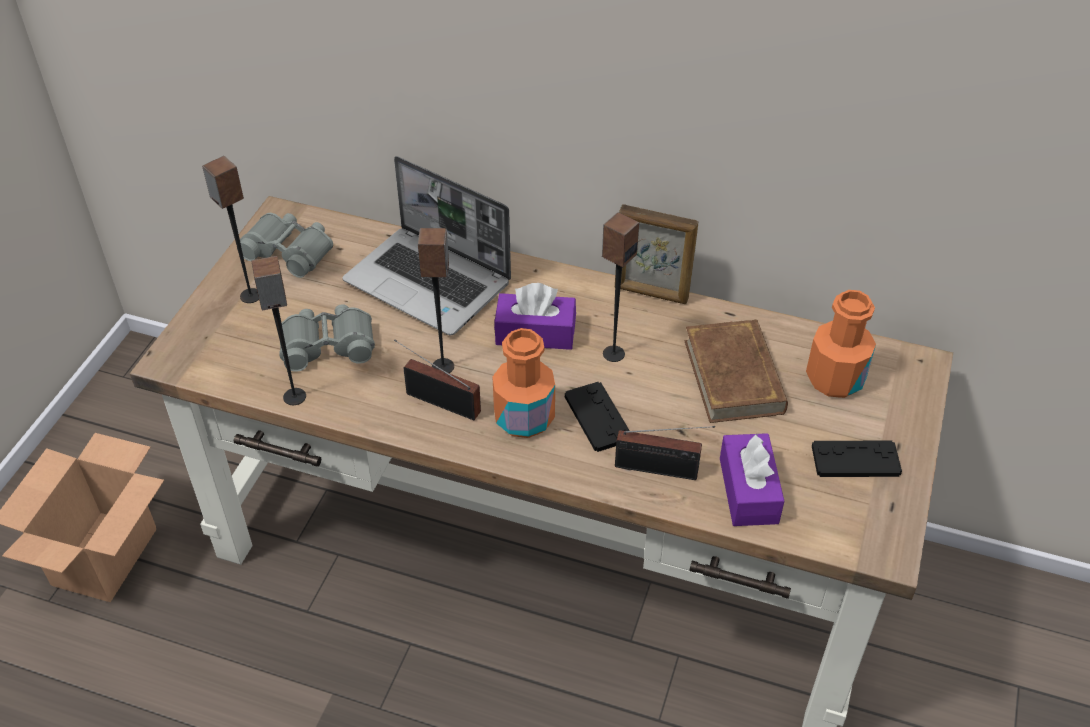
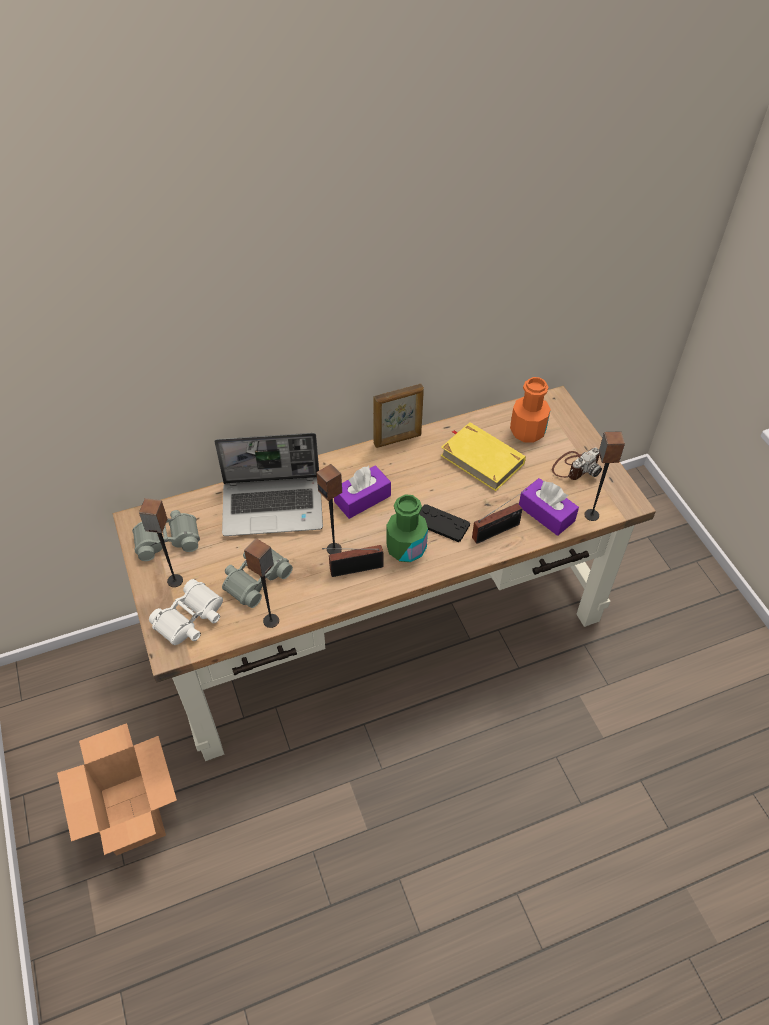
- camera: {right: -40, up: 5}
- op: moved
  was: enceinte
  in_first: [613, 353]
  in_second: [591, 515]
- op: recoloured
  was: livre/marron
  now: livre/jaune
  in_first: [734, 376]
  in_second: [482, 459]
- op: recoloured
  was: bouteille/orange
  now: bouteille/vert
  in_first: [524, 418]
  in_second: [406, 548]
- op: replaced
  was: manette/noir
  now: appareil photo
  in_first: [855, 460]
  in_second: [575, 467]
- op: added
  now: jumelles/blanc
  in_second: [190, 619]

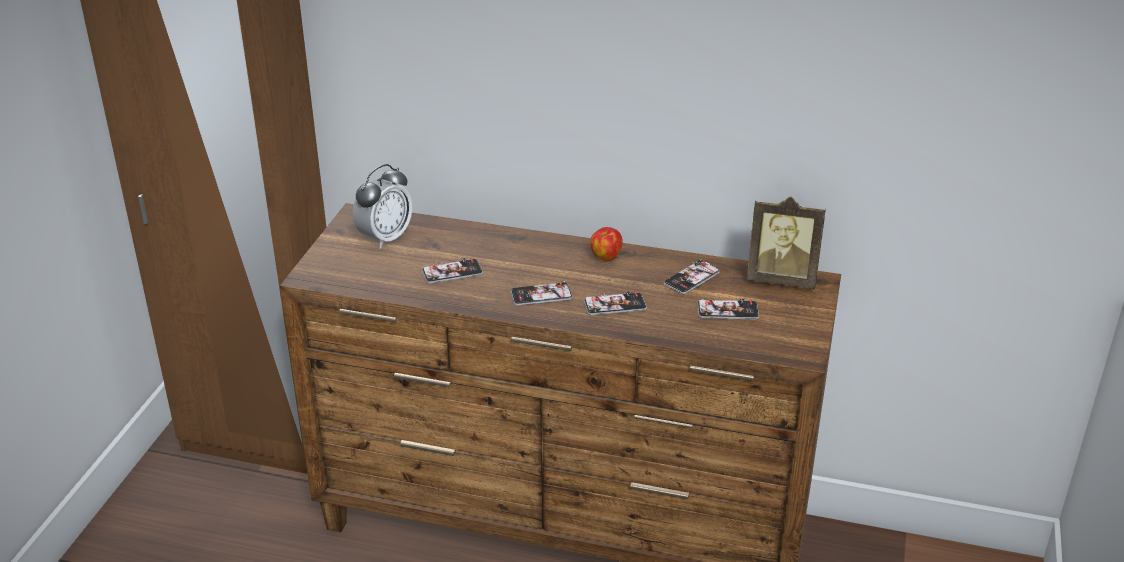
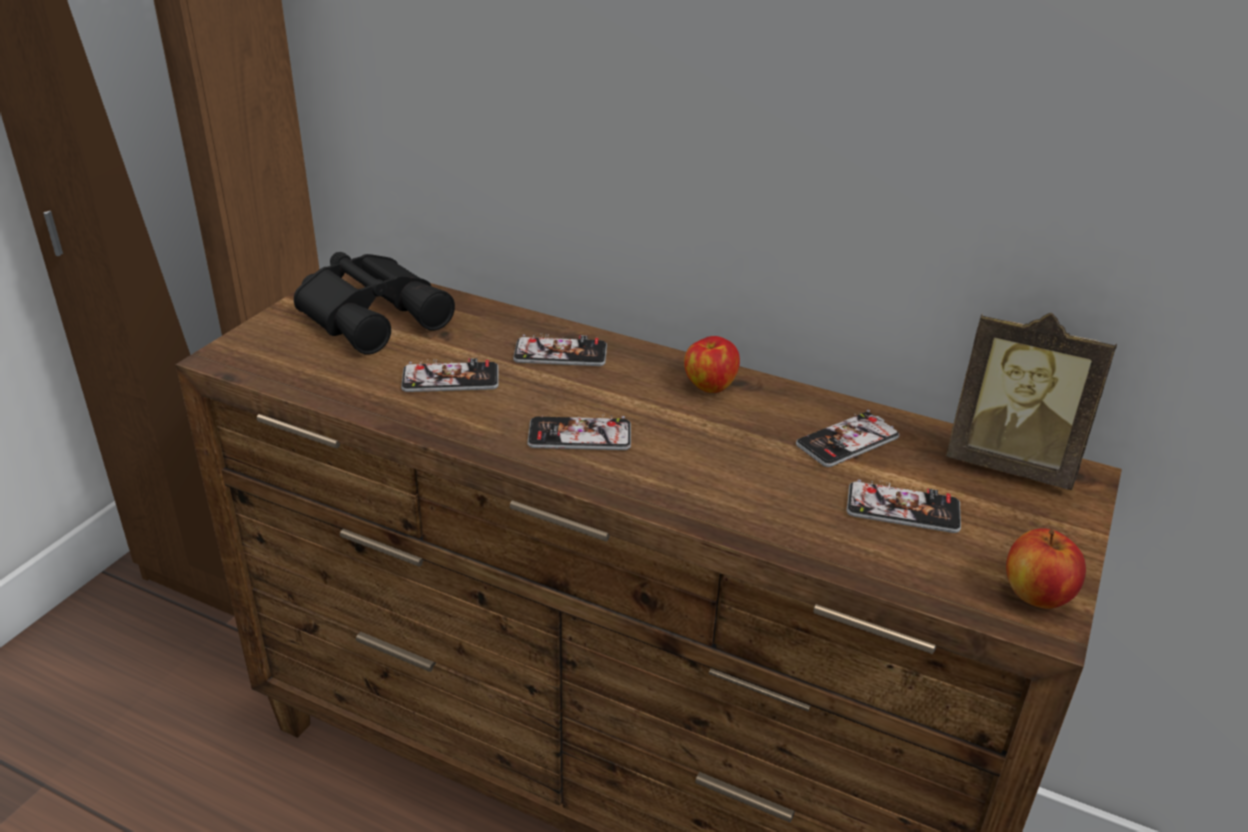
- camera: {right: 10, up: 0}
- op: replaced
  was: réveil
  now: jumelles/noir
  in_first: [385, 238]
  in_second: [374, 314]
- op: moved
  was: téléphone
  in_first: [615, 305]
  in_second: [560, 353]
- op: added
  now: pomme
  in_second: [1036, 595]

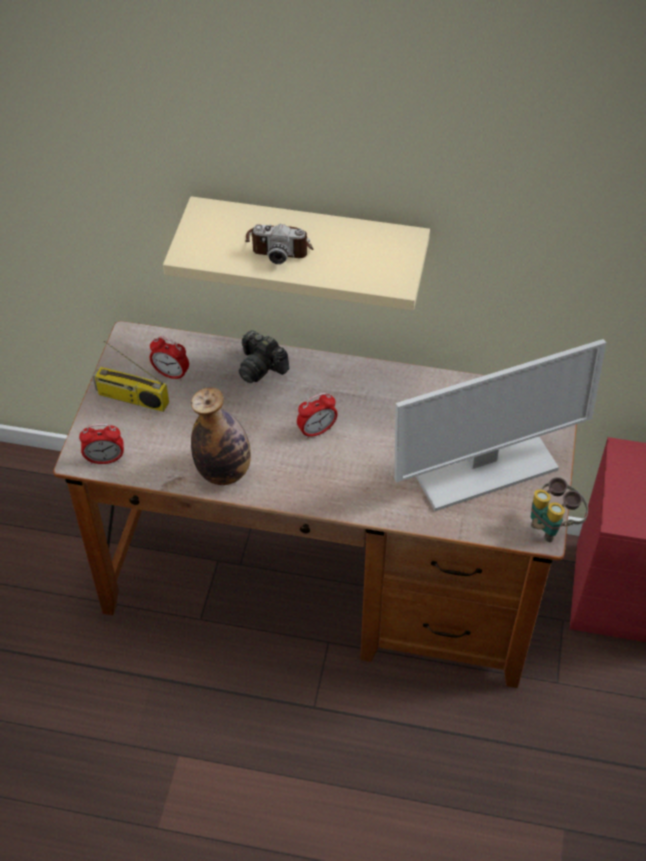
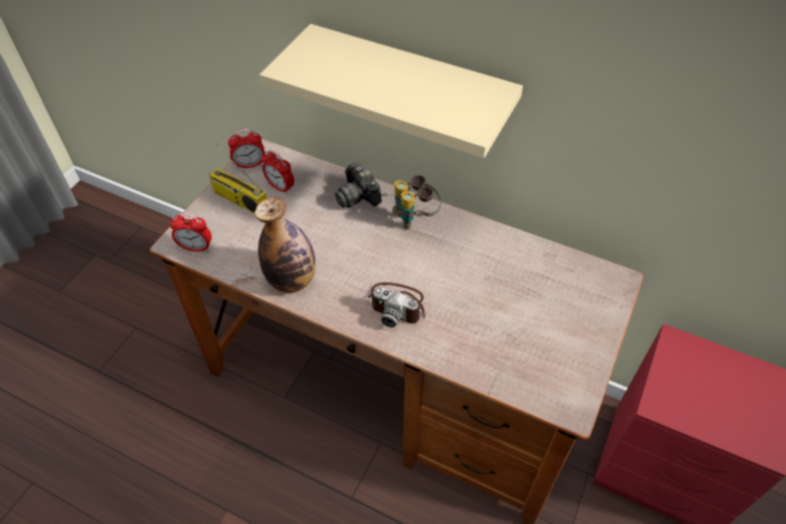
- camera: {right: 15, up: 0}
- op: moved
  was: appareil photo
  in_first: [279, 245]
  in_second: [398, 305]
- op: removed
  was: écran d'ordinateur
  in_first: [481, 467]
- op: moved
  was: réveil
  in_first: [317, 431]
  in_second: [250, 165]
- op: moved
  was: jumelles
  in_first: [552, 525]
  in_second: [415, 217]

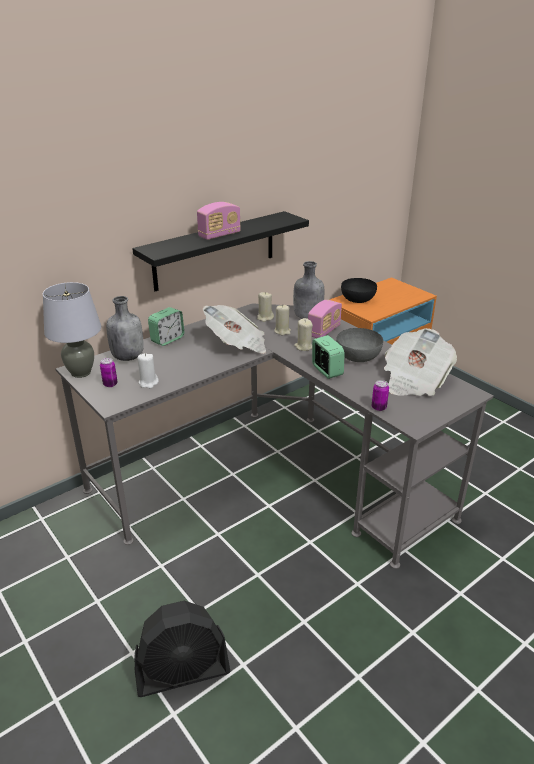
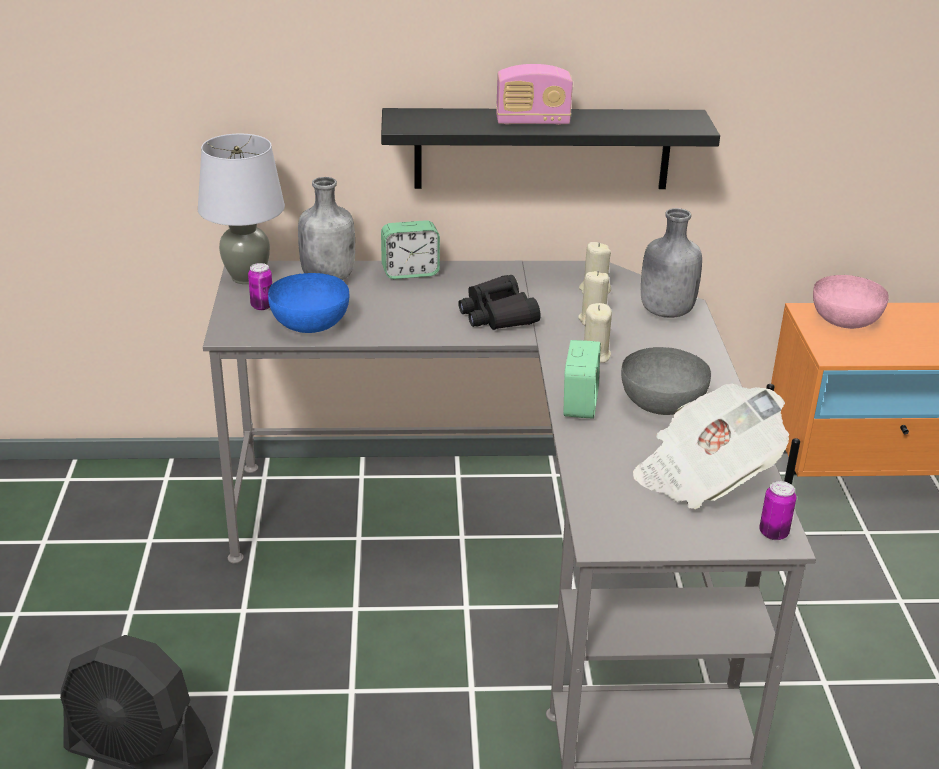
- camera: {right: 35, up: 0}
- op: recoloured
  was: bol/noir
  now: bol/rose
  in_first: [358, 299]
  in_second: [845, 320]
- op: removed
  was: radio
  in_first: [324, 331]
- op: replaced
  was: journal
  now: jumelles/noir
  in_first: [237, 344]
  in_second: [497, 314]
- op: replaced
  was: bougie/blanc
  now: bol/bleu
  in_first: [148, 383]
  in_second: [310, 322]
- op: moved
  was: boîte métallique
  in_first: [378, 408]
  in_second: [773, 533]

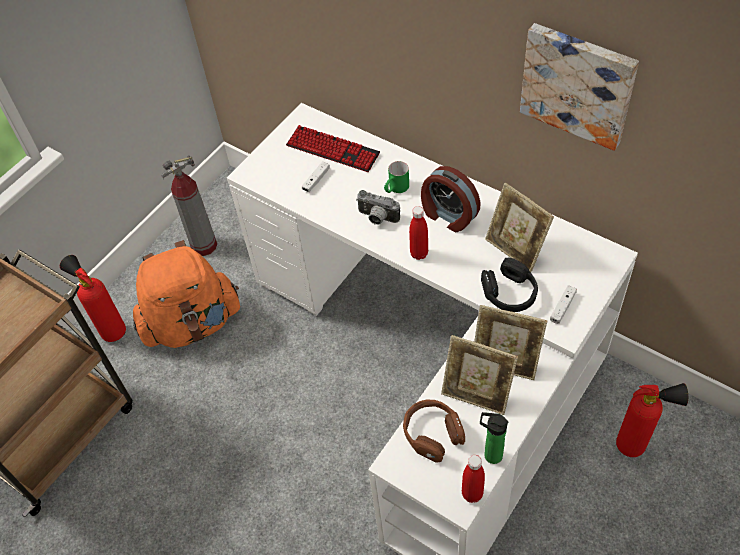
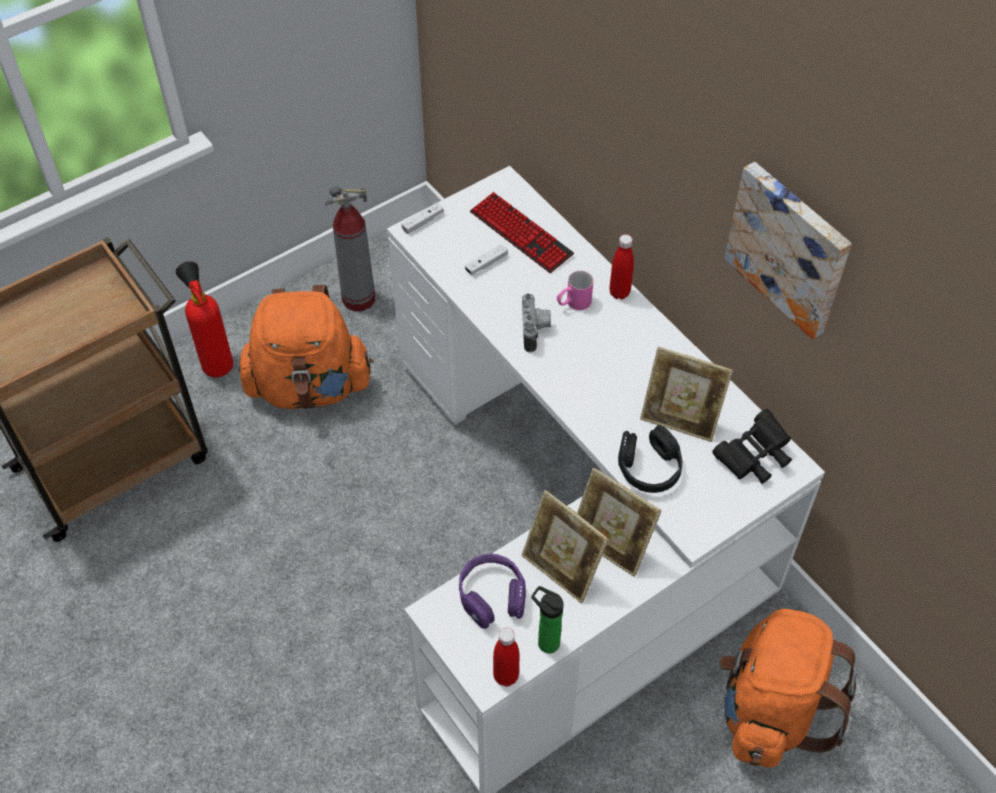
- camera: {right: 15, up: 0}
- op: recoloured
  was: mug/vert
  now: mug/rose
  in_first: [396, 189]
  in_second: [573, 303]
- op: removed
  was: réveil
  in_first: [448, 216]
- op: turned
  was: cadre photo
  in_first: [515, 249]
  in_second: [680, 420]
  clockwise: -45
- op: turned
  was: appareil photo
  in_first: [377, 218]
  in_second: [536, 331]
  clockwise: -135
- op: moved
  was: bouteille/rouge
  in_first: [419, 253]
  in_second: [619, 293]
- op: moved
  was: manette/blanc
  in_first: [562, 307]
  in_second: [422, 222]
- op: replaced
  was: extincteur
  now: sac à dos/orange
  in_first: [637, 445]
  in_second: [770, 710]
- op: recoloured
  was: casque audio/marron
  now: casque audio/violet
  in_first: [432, 434]
  in_second: [492, 596]
- op: added
  now: jumelles/noir
  in_second: [754, 458]

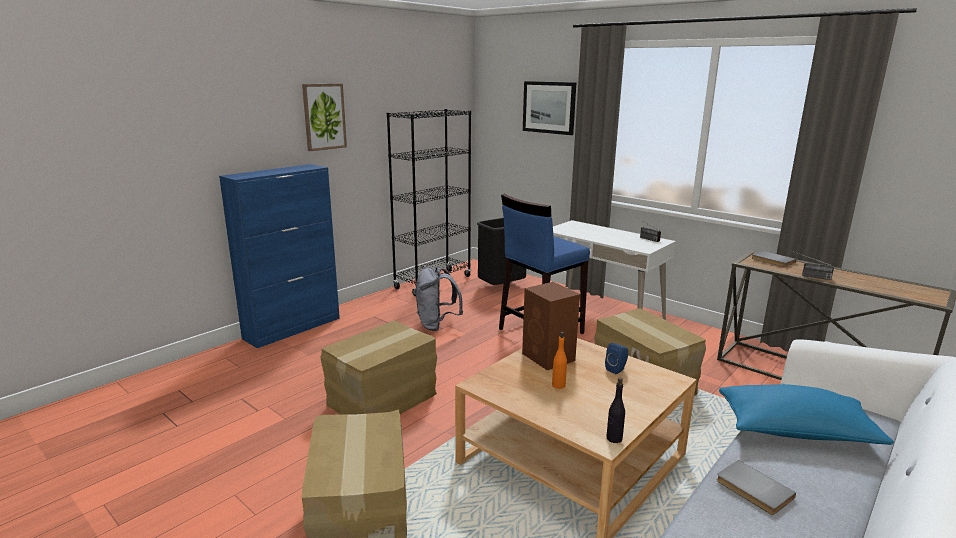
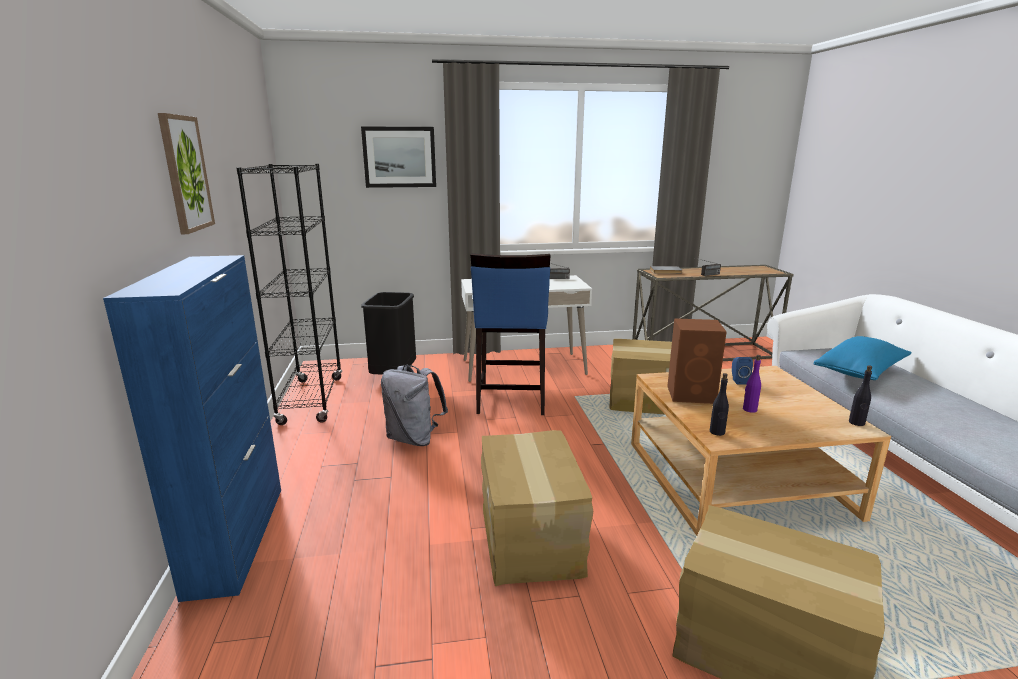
- camera: {right: -50, up: 0}
- op: recoloured
  was: bouteille/orange
  now: bouteille/violet
  in_first: [558, 385]
  in_second: [749, 409]
- op: removed
  was: livre/gris
  in_first: [752, 490]
- op: added
  now: bouteille/noir
  in_second: [717, 432]

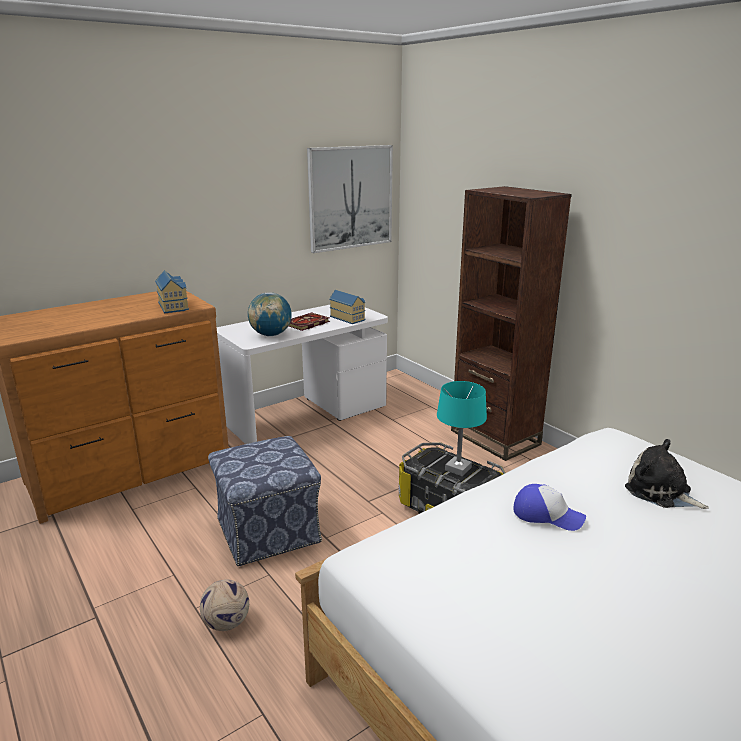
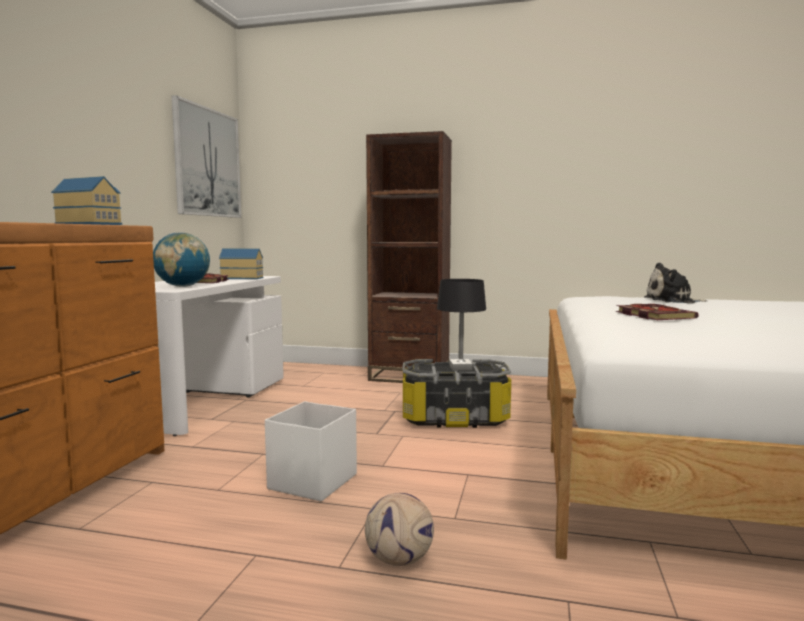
- camera: {right: -40, up: -15}
- op: recoloured
  was: lampe de table/turquoise
  now: lampe de table/noir
  in_first: [458, 469]
  in_second: [460, 368]
- op: replaced
  was: pouf
  now: boîte de rangement/blanc
  in_first: [267, 531]
  in_second: [311, 482]
- op: replaced
  was: casquette
  now: livre
  in_first: [547, 515]
  in_second: [652, 315]

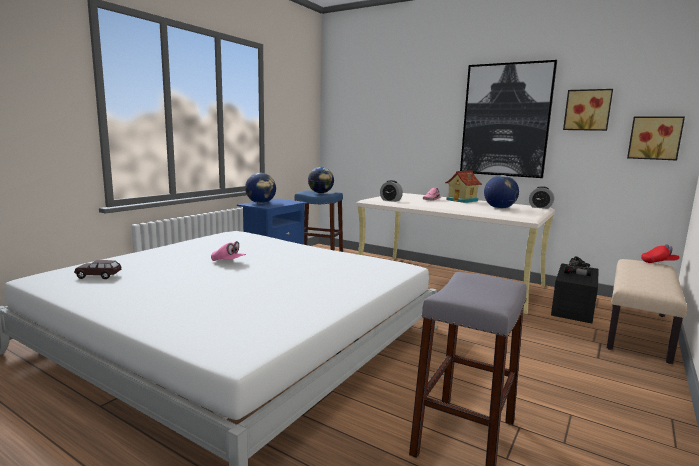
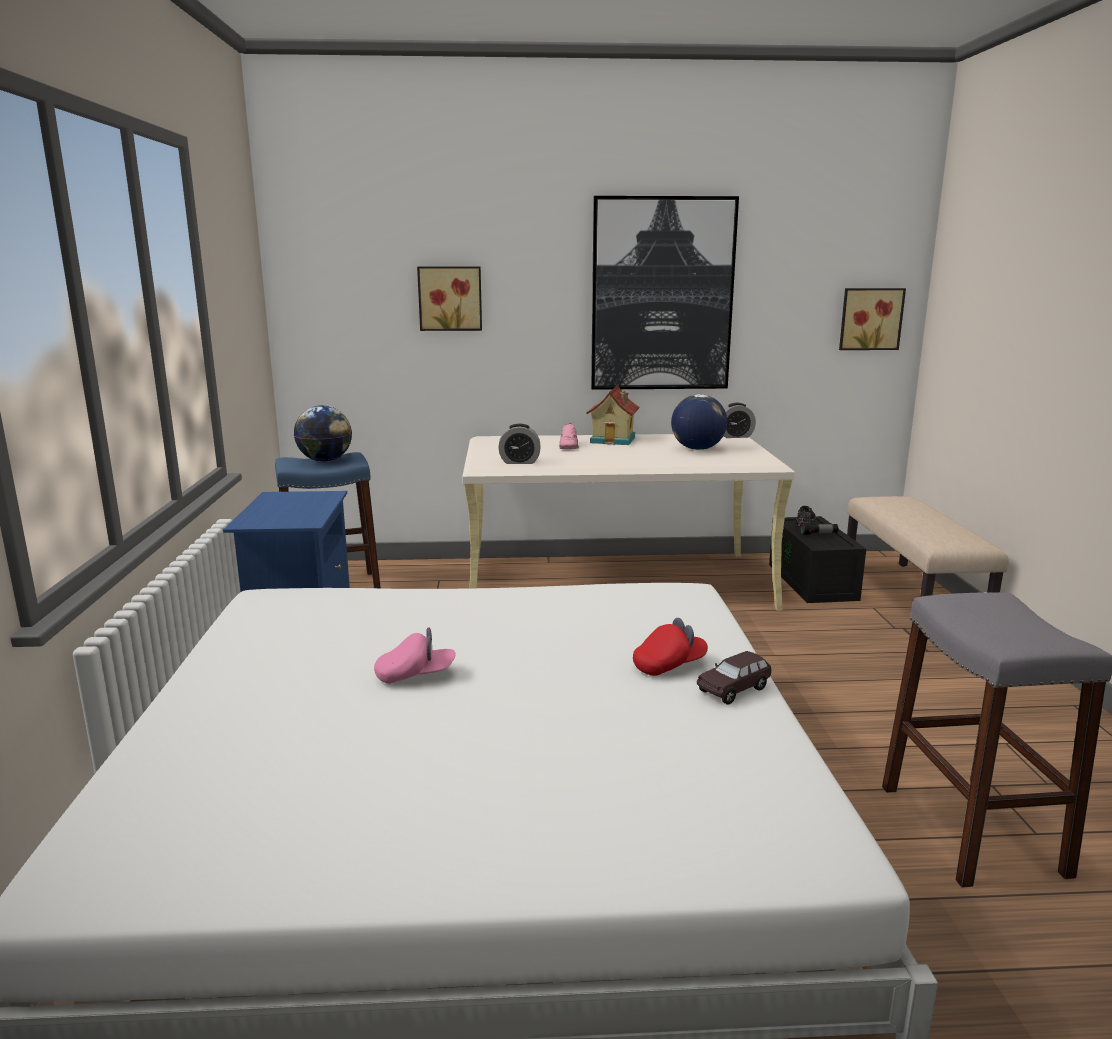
- camera: {right: -35, up: 5}
- op: moved
  was: tableau
  in_first: [587, 110]
  in_second: [450, 298]
- op: removed
  was: globe
  in_first: [261, 203]
- op: moved
  was: casquette/rouge
  in_first: [658, 262]
  in_second: [669, 665]
- op: moved
  was: petite voiture/marron
  in_first: [98, 276]
  in_second: [733, 689]

